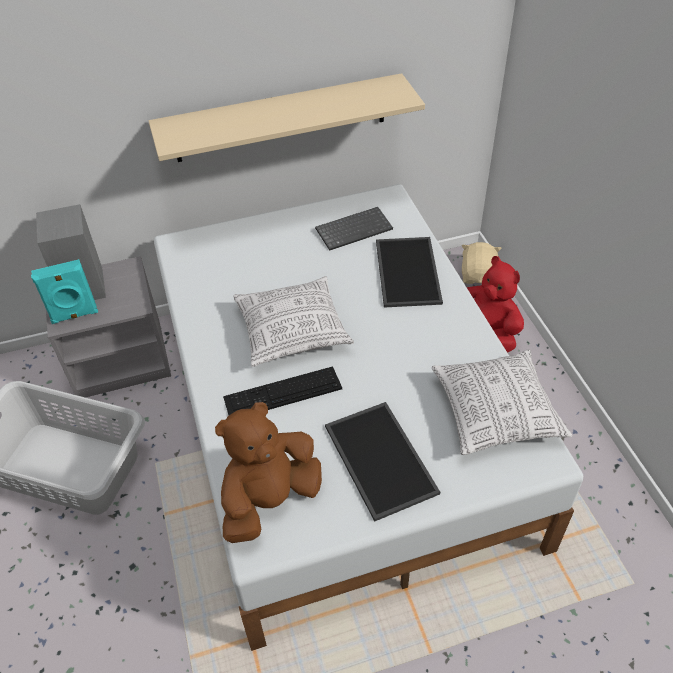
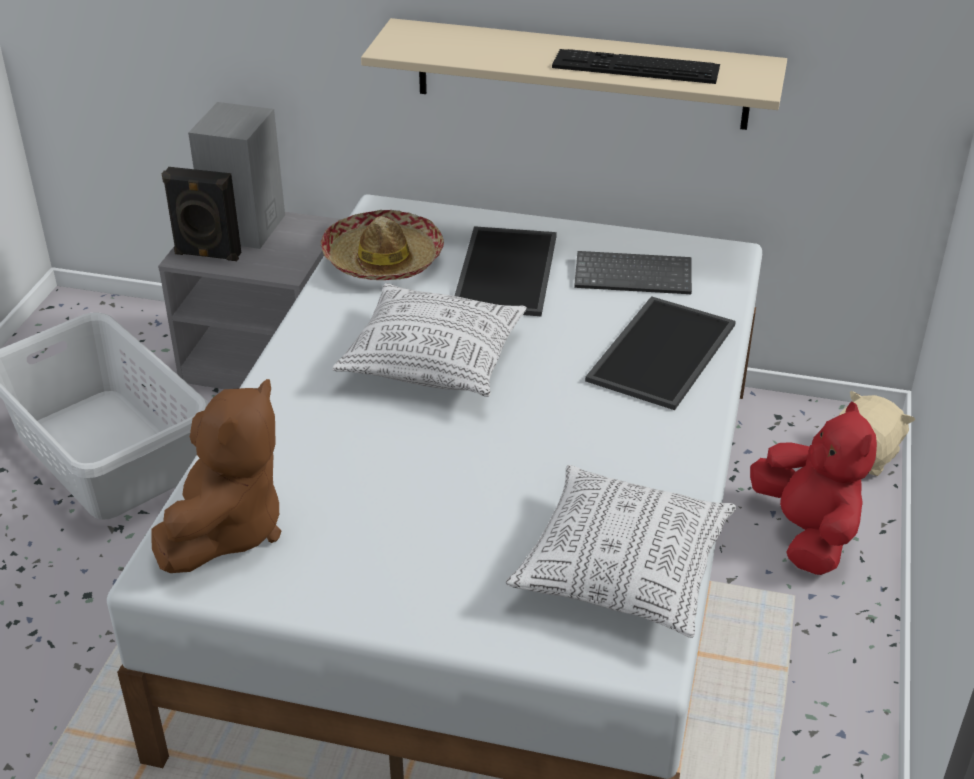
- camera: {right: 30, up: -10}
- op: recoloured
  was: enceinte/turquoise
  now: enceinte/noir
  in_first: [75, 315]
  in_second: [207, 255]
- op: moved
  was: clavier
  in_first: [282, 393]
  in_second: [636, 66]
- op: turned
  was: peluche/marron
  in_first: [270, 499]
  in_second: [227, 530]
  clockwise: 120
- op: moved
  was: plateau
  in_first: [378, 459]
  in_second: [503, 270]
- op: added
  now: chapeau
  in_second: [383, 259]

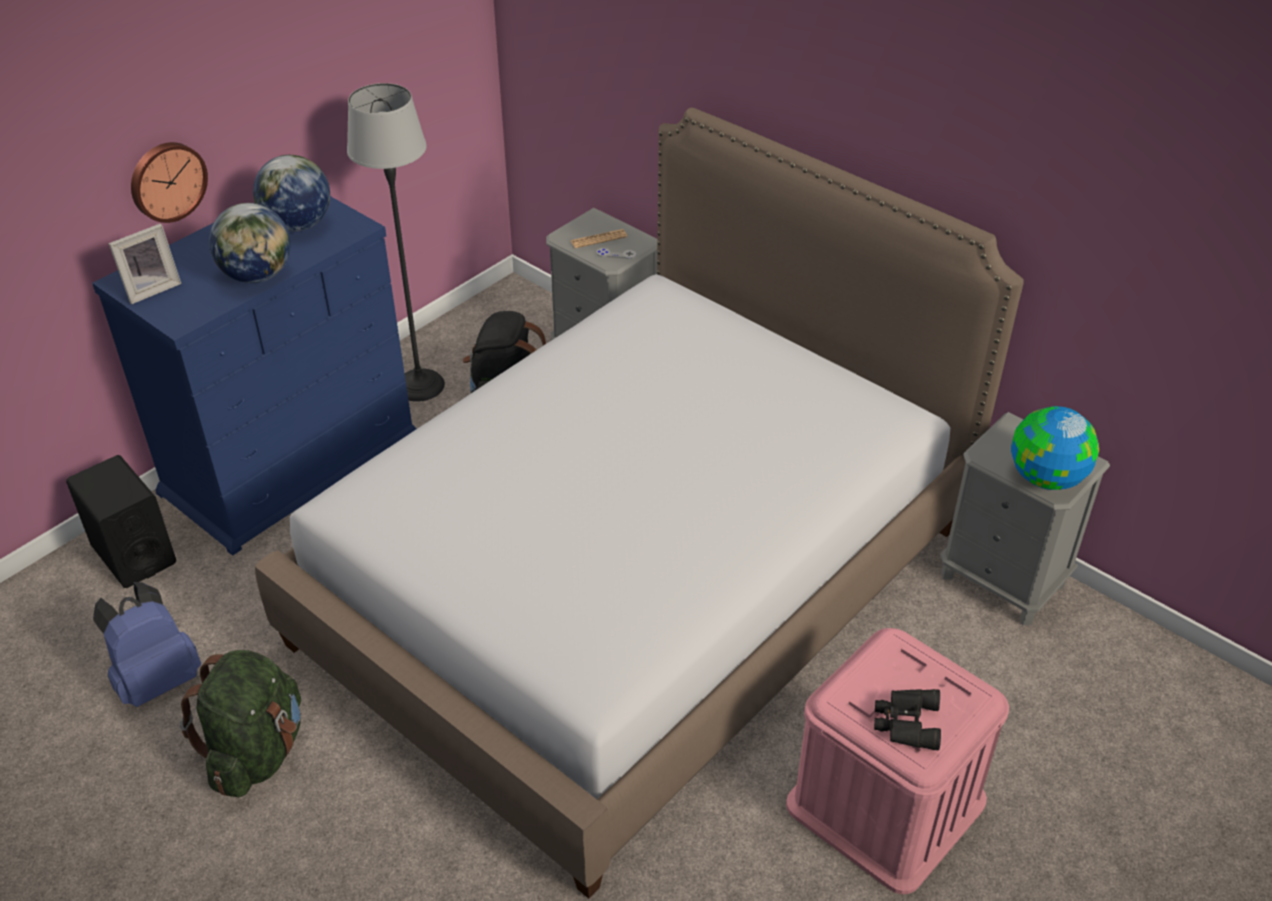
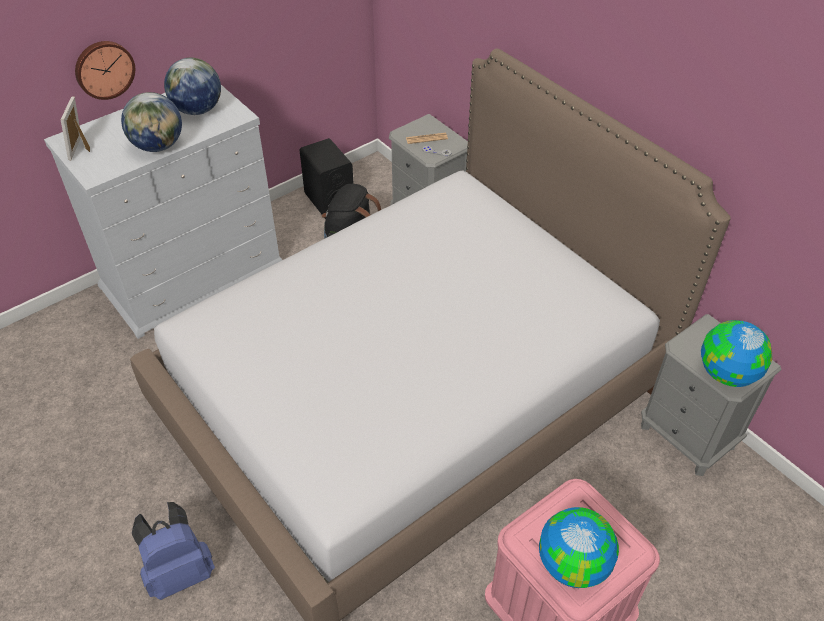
- camera: {right: 10, up: 5}
- op: removed
  was: lampadaire
  in_first: [420, 385]
- op: recoloured
  was: commode/bleu
  now: commode/blanc
  in_first: [291, 462]
  in_second: [193, 274]
- op: turned
  was: cadre photo
  in_first: [151, 289]
  in_second: [82, 148]
  clockwise: 120
- op: moved
  was: enceinte/noir
  in_first: [133, 554]
  in_second: [329, 201]
- op: moved
  was: sac à dos/bleu
  in_first: [157, 679]
  in_second: [180, 572]
- op: removed
  was: sac à dos/vert
  in_first: [257, 752]
- op: replaced
  was: jumelles/noir
  now: globe
  in_first: [905, 723]
  in_second: [572, 564]

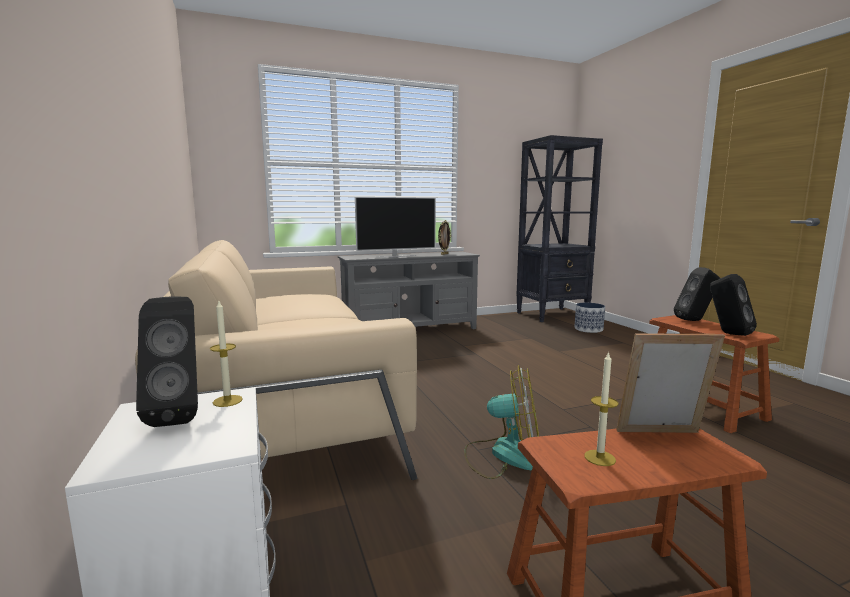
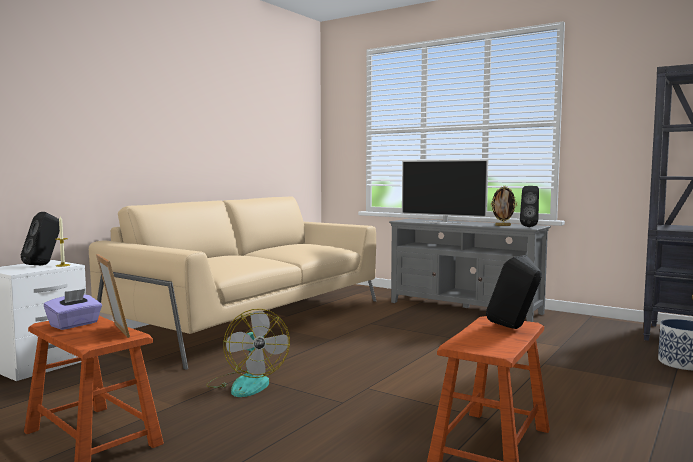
- camera: {right: 55, up: -5}
- op: moved
  was: enceinte/noir
  in_first: [728, 333]
  in_second: [529, 226]
- op: replaced
  was: bougie
  now: boîte à mouchoirs/violet
  in_first: [600, 458]
  in_second: [74, 324]

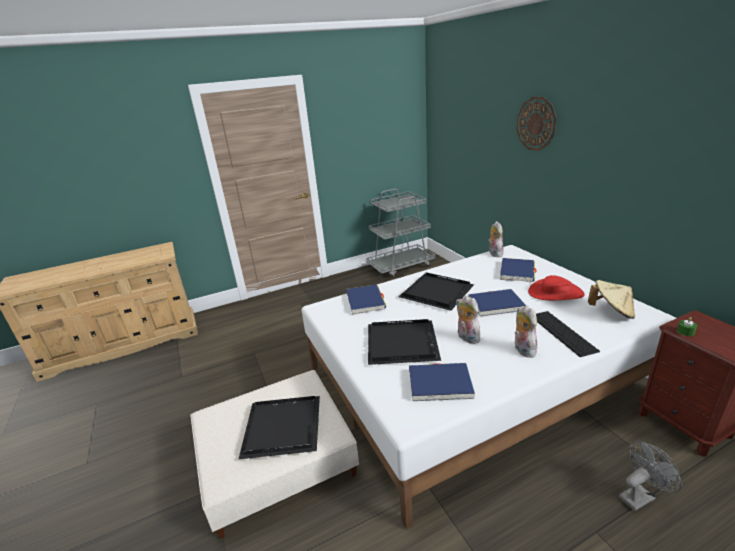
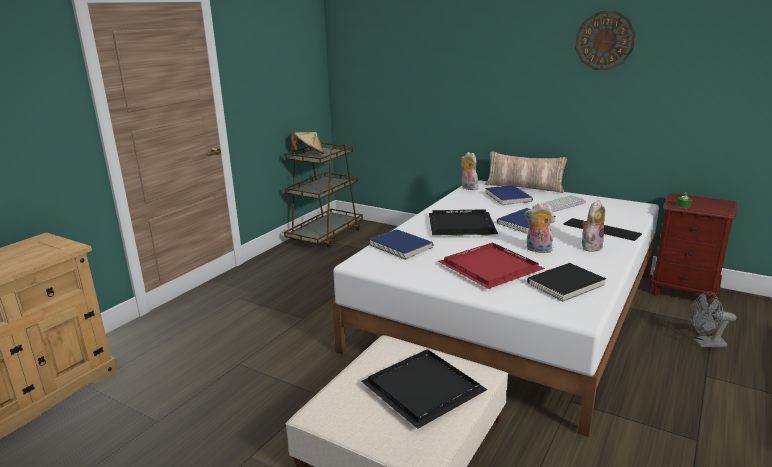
- camera: {right: -35, up: -5}
- op: moved
  was: horloge murale
  in_first: [536, 124]
  in_second: [604, 41]
- op: recoloured
  was: chariot/gris
  now: chariot/marron
  in_first: [401, 266]
  in_second: [325, 235]
- op: replaced
  was: chapeau/rouge
  now: clavier
  in_first: [555, 293]
  in_second: [559, 206]
- op: moved
  was: chapeau/beige
  in_first: [611, 312]
  in_second: [309, 154]
- op: turned
  was: peluche
  in_first: [522, 350]
  in_second: [591, 246]
  clockwise: 90
- op: recoloured
  was: plateau/noir
  now: plateau/rouge
  in_first: [403, 344]
  in_second: [492, 268]
- op: recoloured
  was: livre/bleu
  now: livre/noir
  in_first: [440, 384]
  in_second: [565, 285]
- op: turned
  was: ventilateur/gris
  in_first: [639, 495]
  in_second: [705, 344]
  clockwise: -120
- op: added
  now: coussin
  in_second: [524, 187]

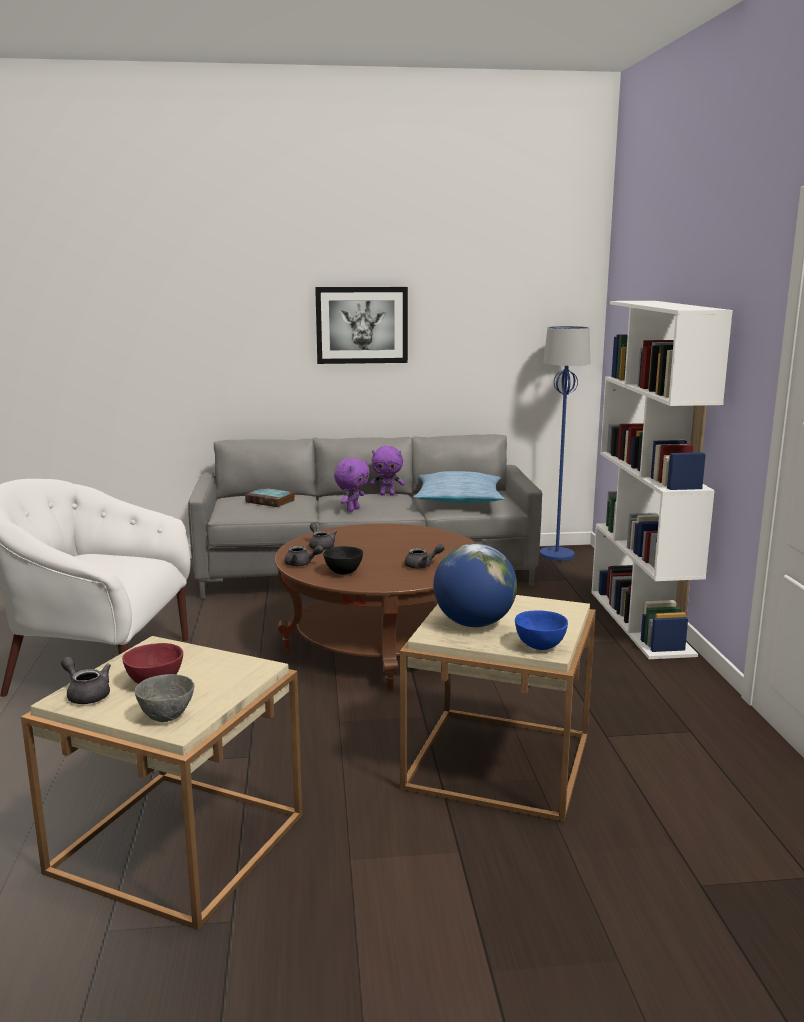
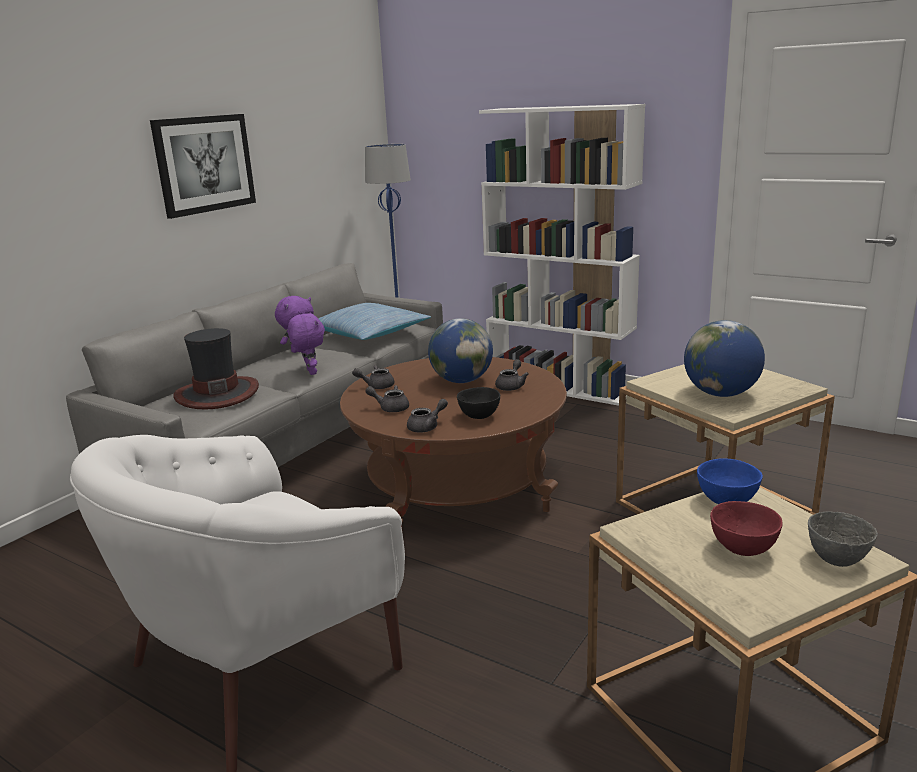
- camera: {right: -50, up: 5}
- op: replaced
  was: livre
  now: chapeau
  in_first: [271, 501]
  in_second: [217, 394]
- op: moved
  was: bol/bleu
  in_first: [540, 647]
  in_second: [727, 501]
- op: moved
  was: théière/gris
  in_first: [86, 694]
  in_second: [376, 386]
- op: added
  now: globe
  in_second: [461, 381]

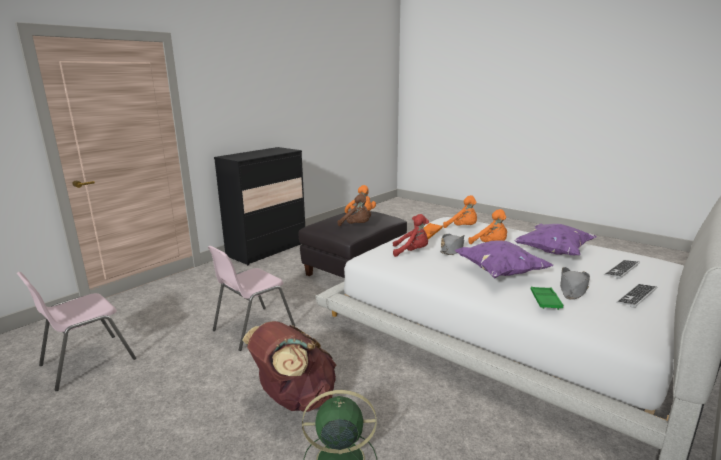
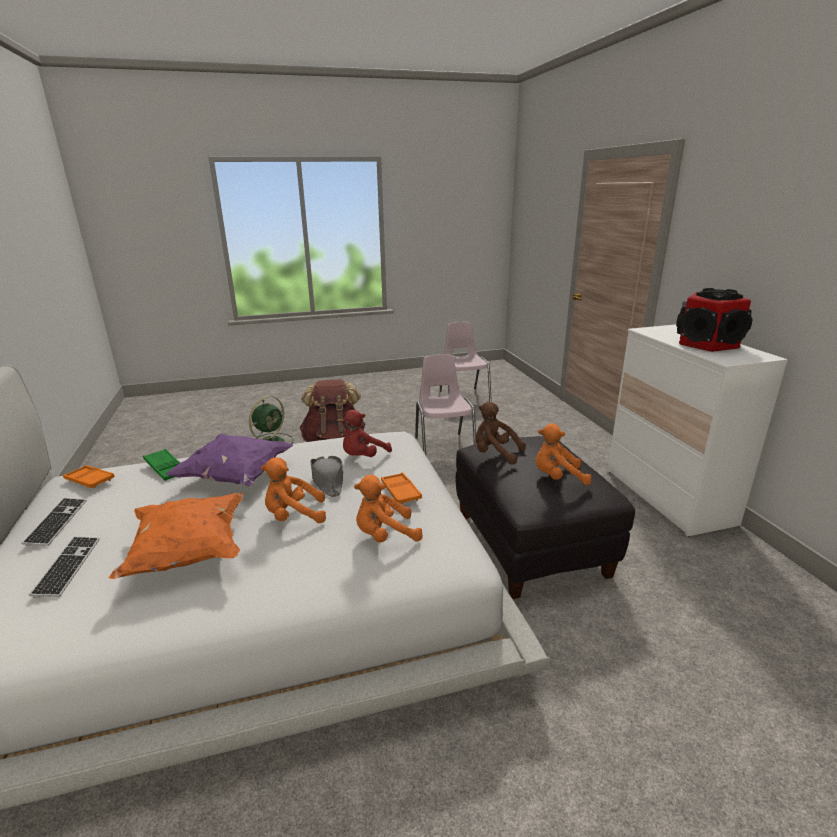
- camera: {right: 125, up: 5}
- op: recoloured
  was: commode/noir
  now: commode/blanc
  in_first: [267, 250]
  in_second: [667, 497]
- op: turned
  was: peluche/marron
  in_first: [357, 226]
  in_second: [495, 454]
  clockwise: 45
- op: recoloured
  was: coussin/violet
  now: coussin/orange
  in_first: [554, 252]
  in_second: [189, 552]
- op: removed
  was: chapeau/gris
  in_first: [573, 289]
- op: added
  now: enceinte
  in_second: [707, 344]
- op: added
  now: plateau/orange
  in_second: [89, 480]

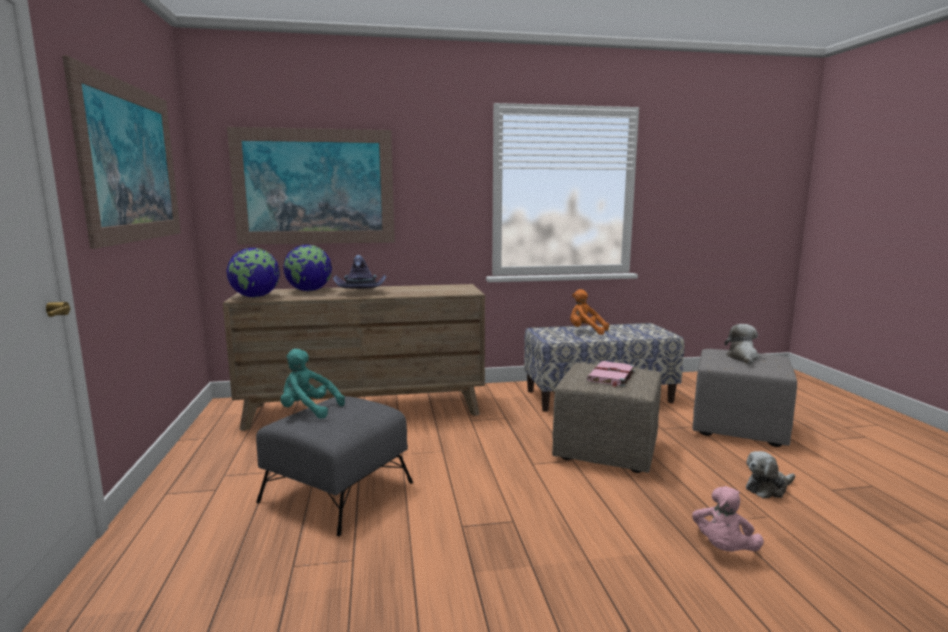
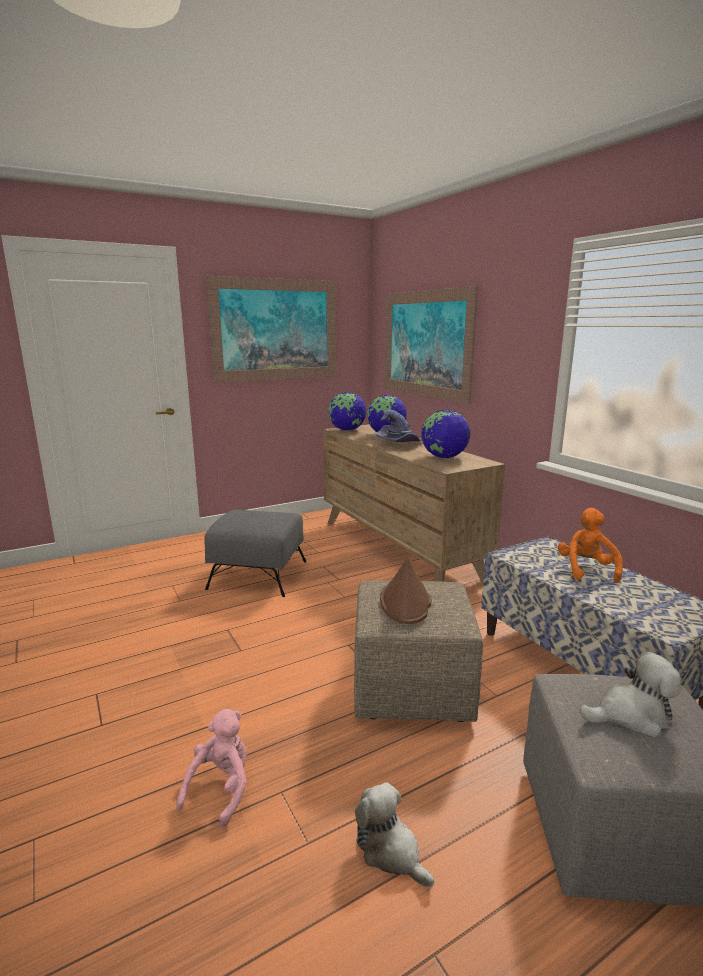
- camera: {right: 70, up: 5}
- op: removed
  was: peluche/turquoise
  in_first: [308, 410]
- op: replaced
  was: livre/rose
  now: chapeau/marron
  in_first: [611, 376]
  in_second: [405, 601]
- op: turned
  was: peluche/rose
  in_first: [723, 549]
  in_second: [221, 788]
  clockwise: 105
- op: added
  now: globe
  in_second: [444, 457]

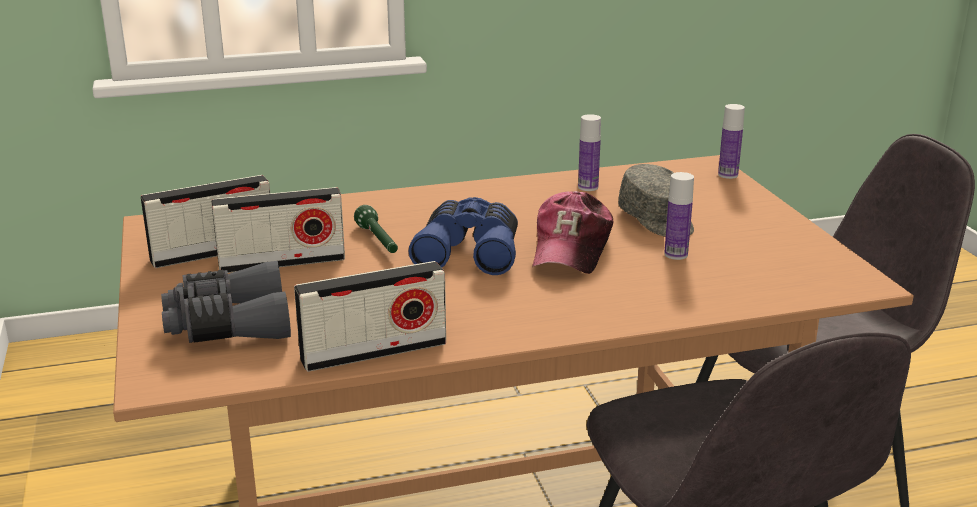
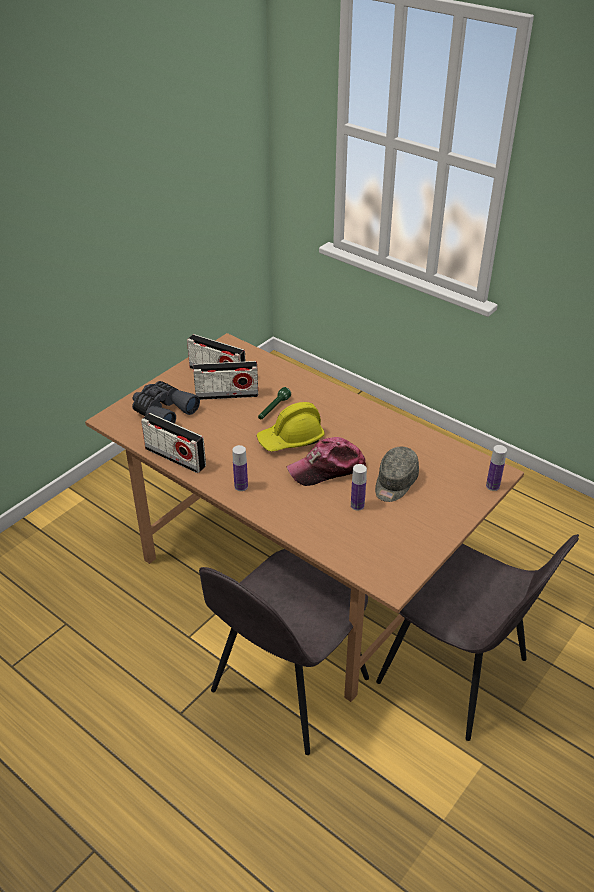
- camera: {right: 55, up: 15}
- op: moved
  was: bouteille
  in_first: [588, 187]
  in_second: [241, 486]
- op: turned
  was: radio
  in_first: [282, 262]
  in_second: [227, 395]
  clockwise: -45
- op: replaced
  was: jumelles/bleu
  now: casque de chantier/jaune
  in_first: [469, 251]
  in_second: [291, 439]

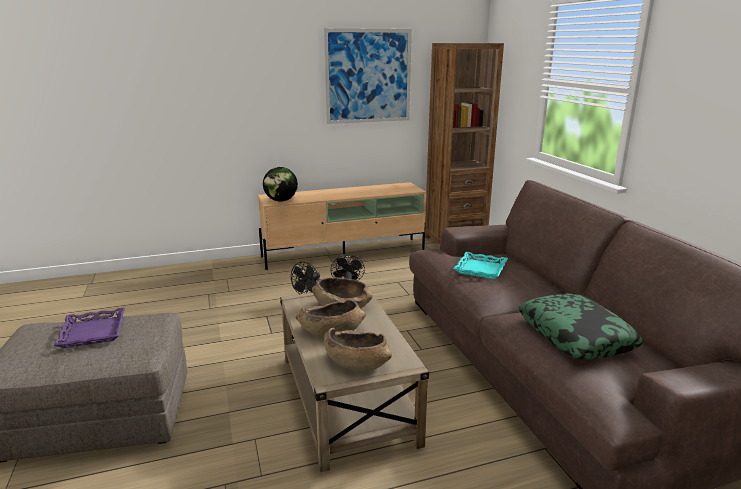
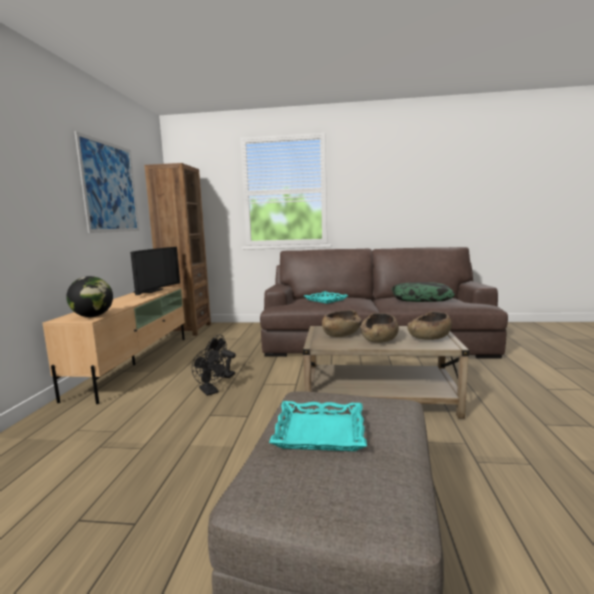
- camera: {right: -65, up: -10}
- op: recoloured
  was: plateau/violet
  now: plateau/turquoise
  in_first: [93, 332]
  in_second: [320, 431]
- op: added
  now: téléviseur
  in_second: [151, 291]

